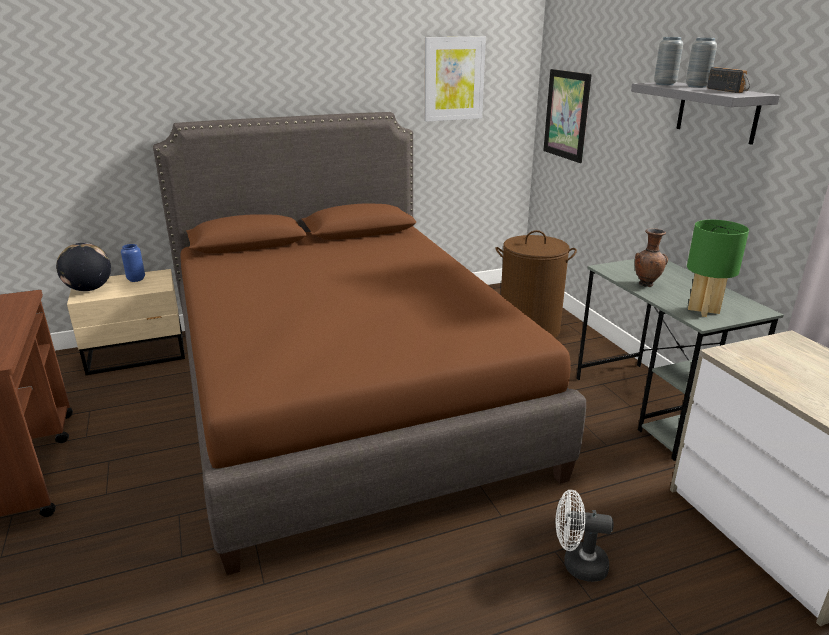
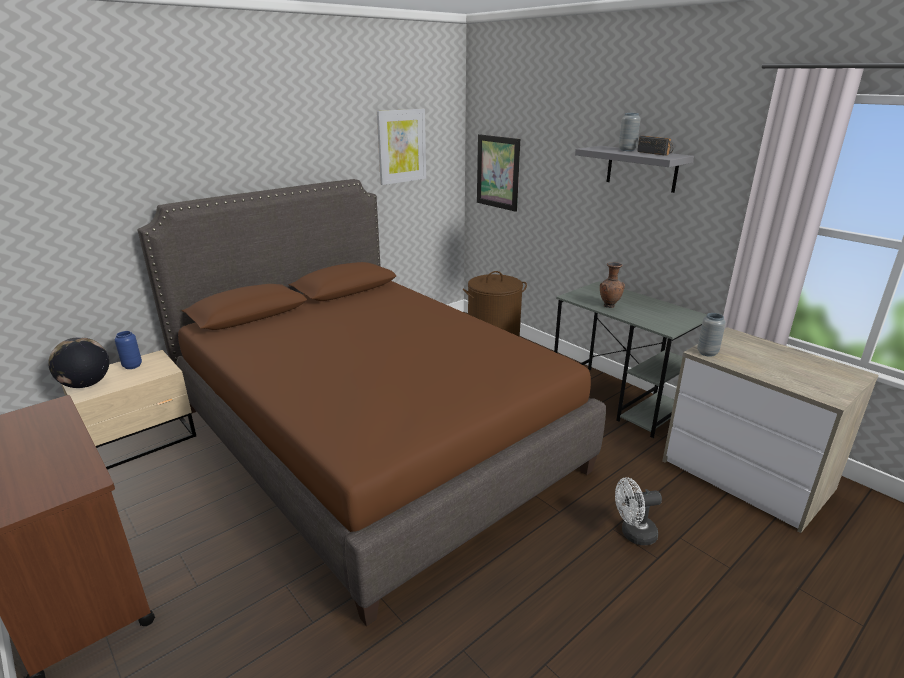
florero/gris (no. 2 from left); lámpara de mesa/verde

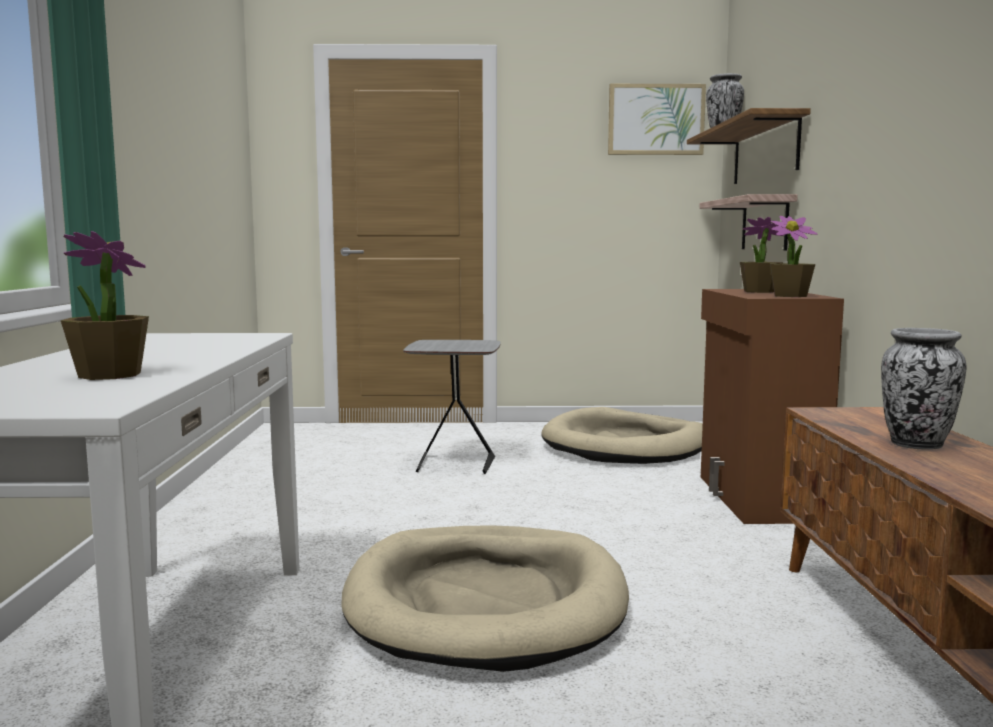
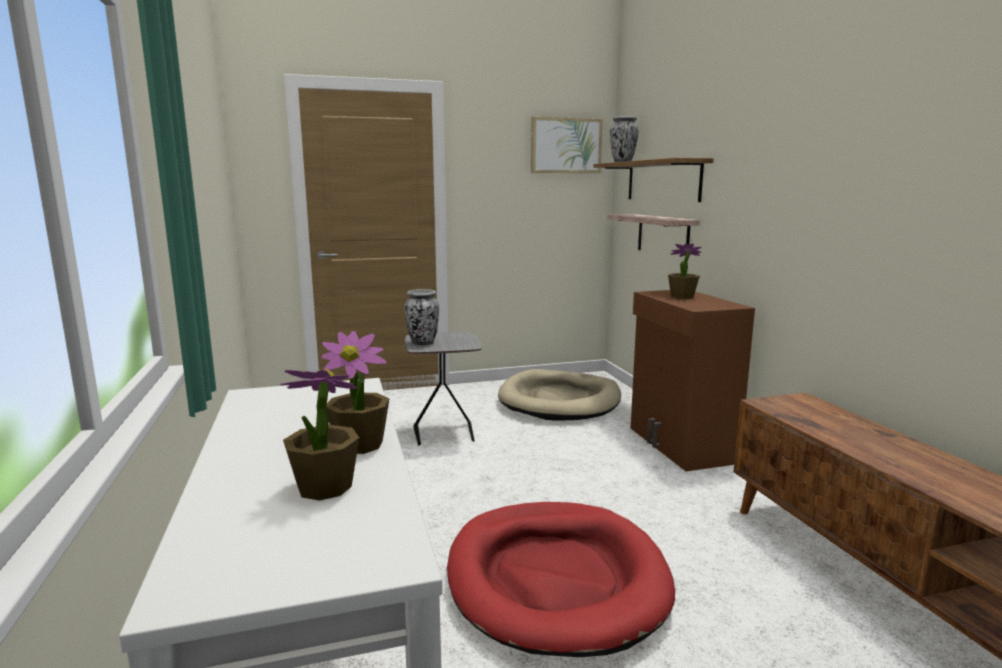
cama para perro/rojo; planta en maceta (no. 2 from left); florero (no. 1 from left)

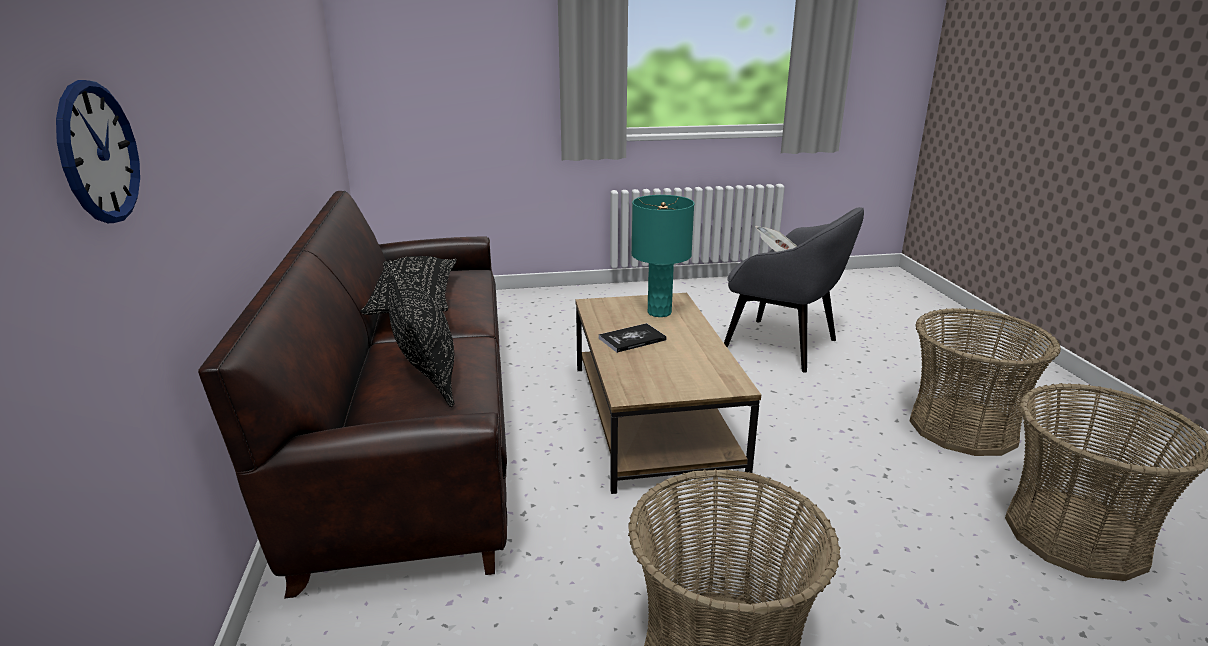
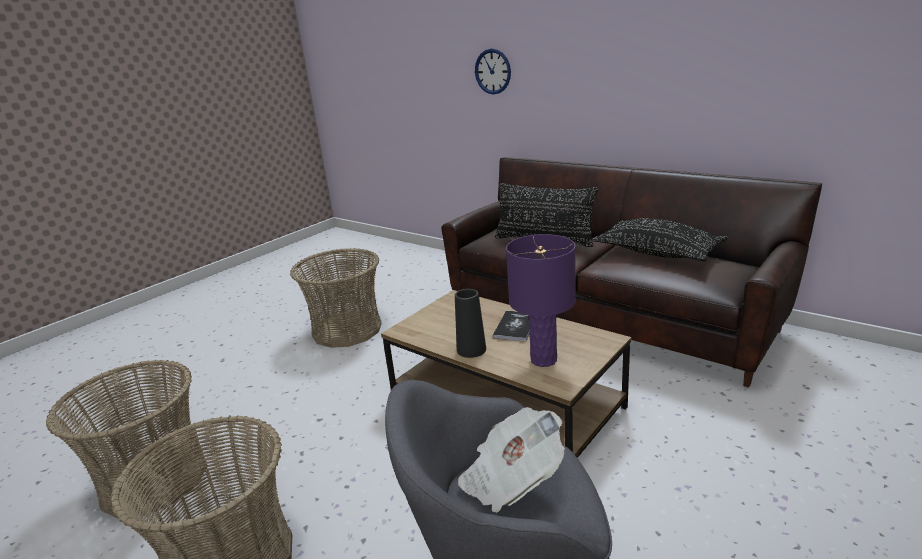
lámpara de mesa/morado; florero/negro

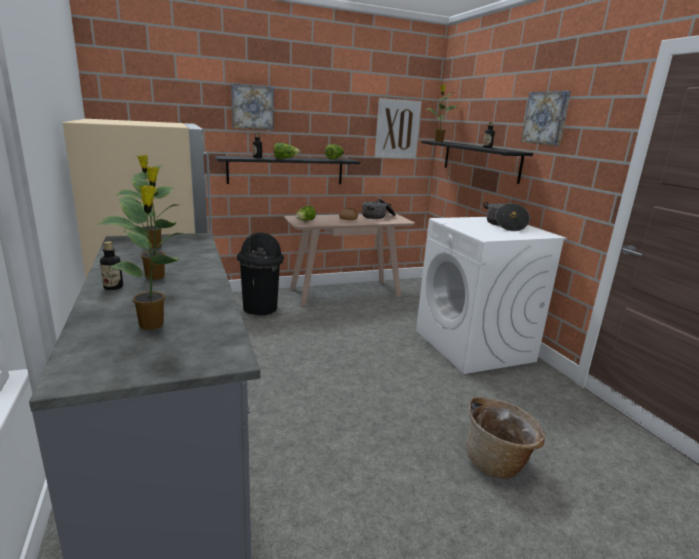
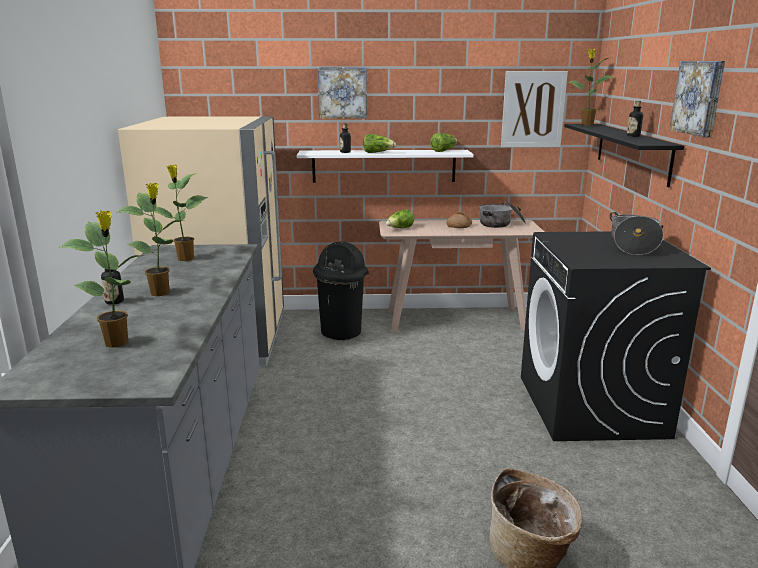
estante/blanco; lavadora/negro

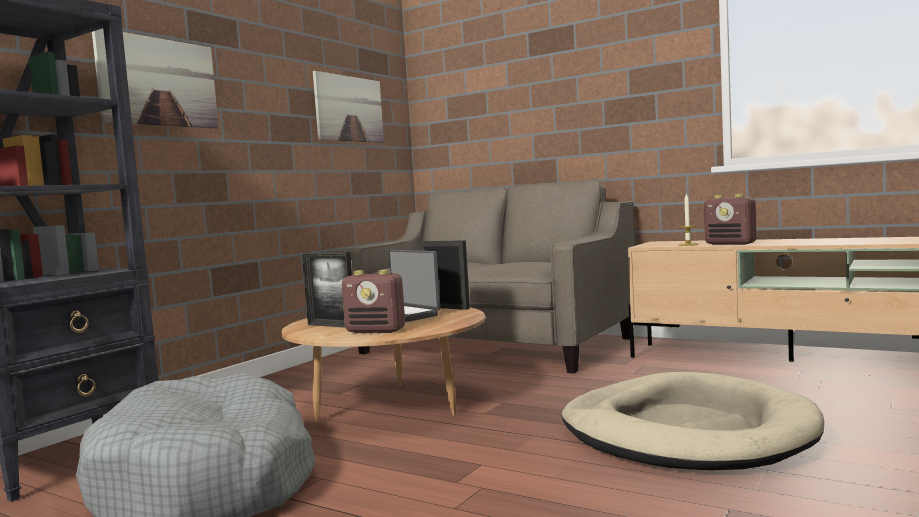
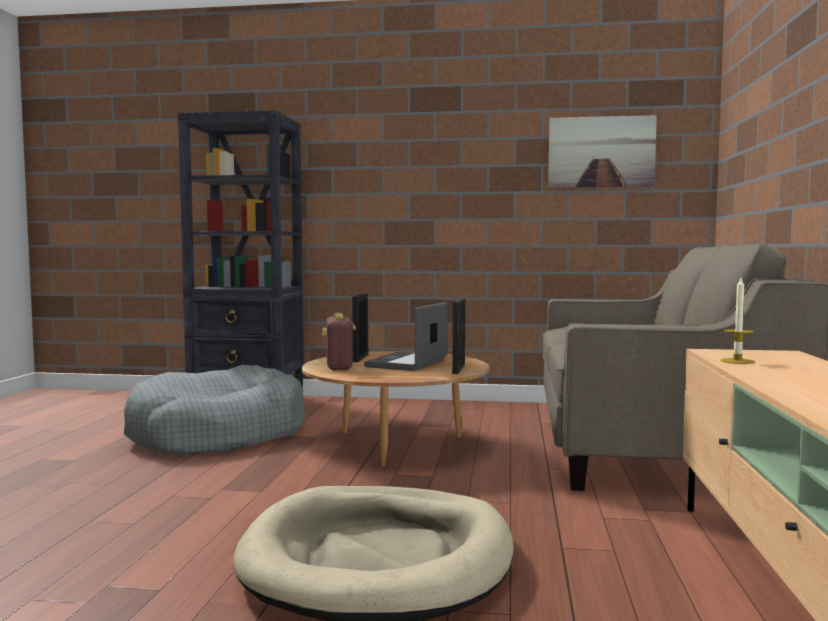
cuadro (no. 1 from left in the first image); radio (no. 2 from left in the first image)

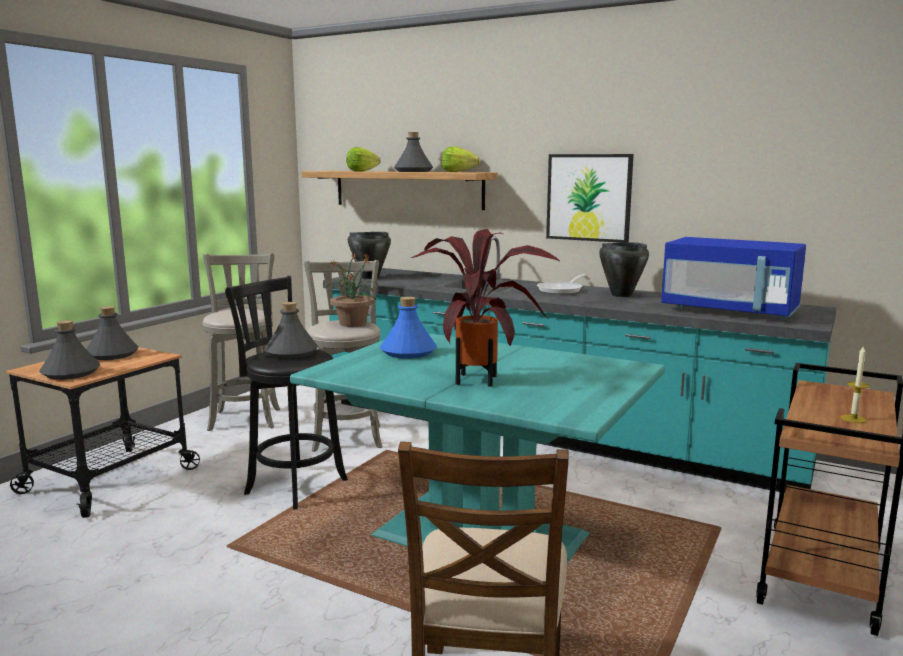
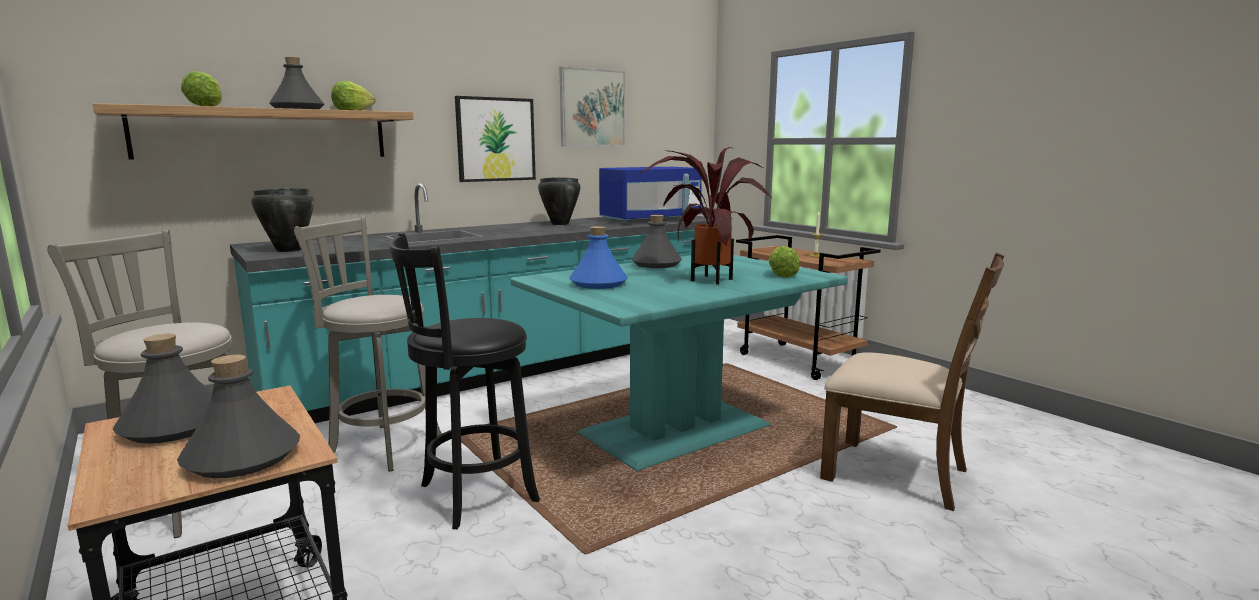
botella/gris (no. 4 from left); planta en maceta (no. 1 from left in the first image); sartén; cuadro (no. 2 from left); lechuga (no. 3 from left)

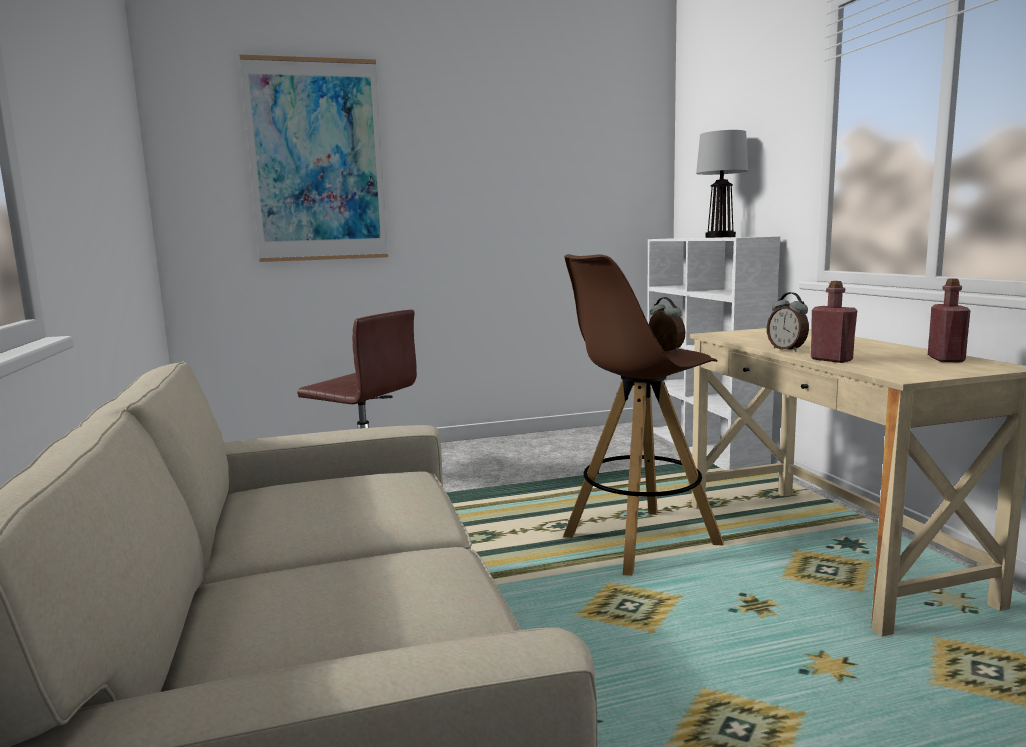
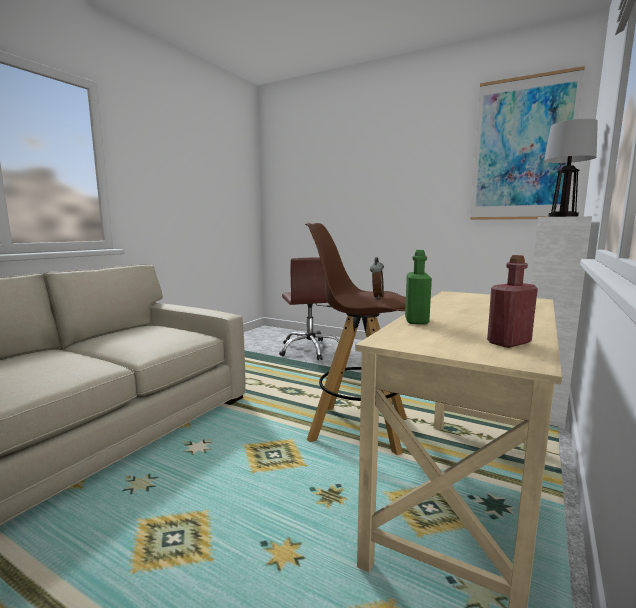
cuadro; despertador (no. 2 from left in the first image); botella/verde

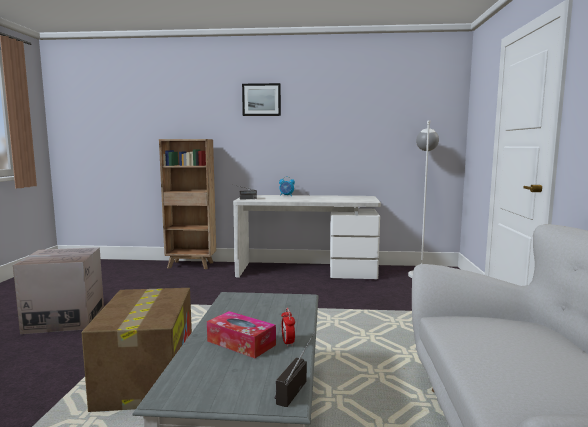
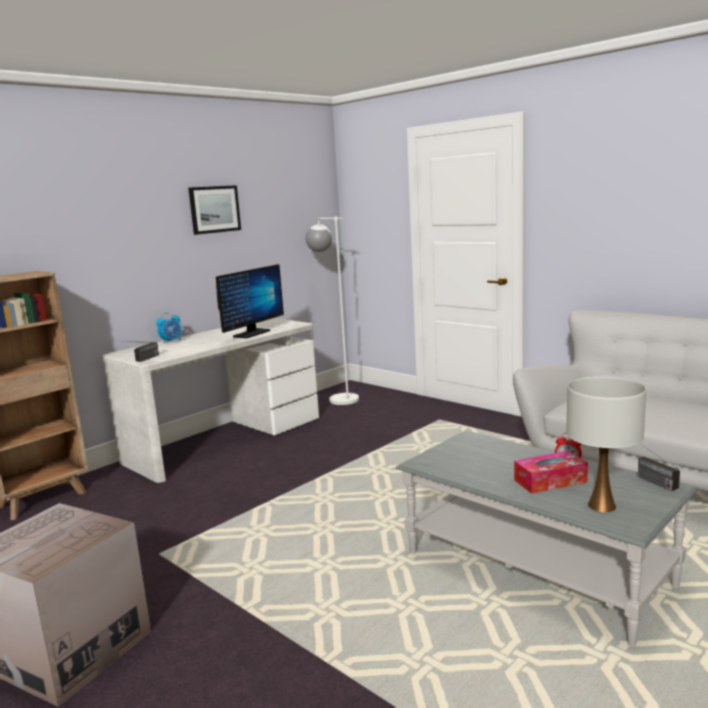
caja de cartón (no. 2 from left in the first image); cuadro; monitor; lámpara de mesa/blanco

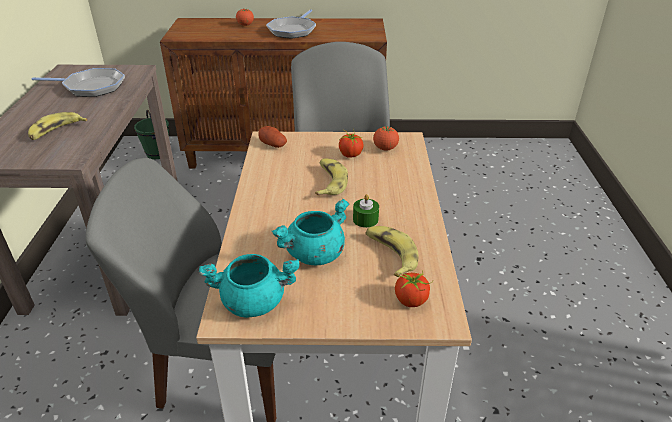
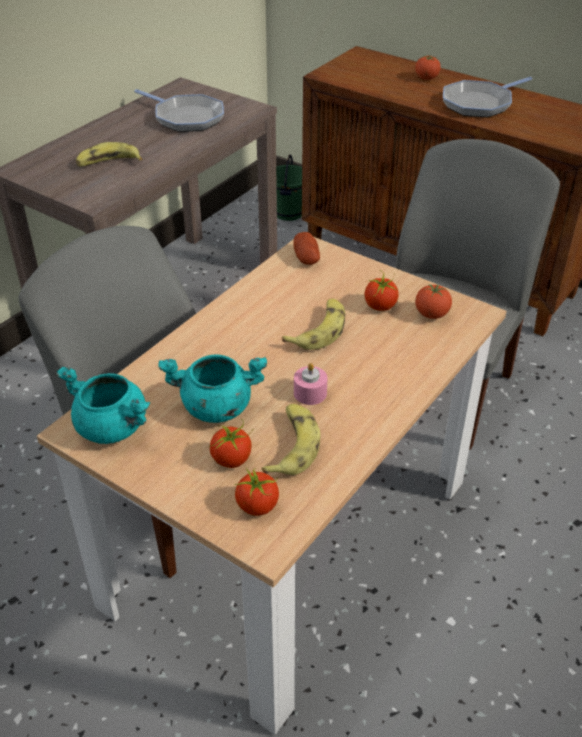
vela/rosa; tomate (no. 1 from left)

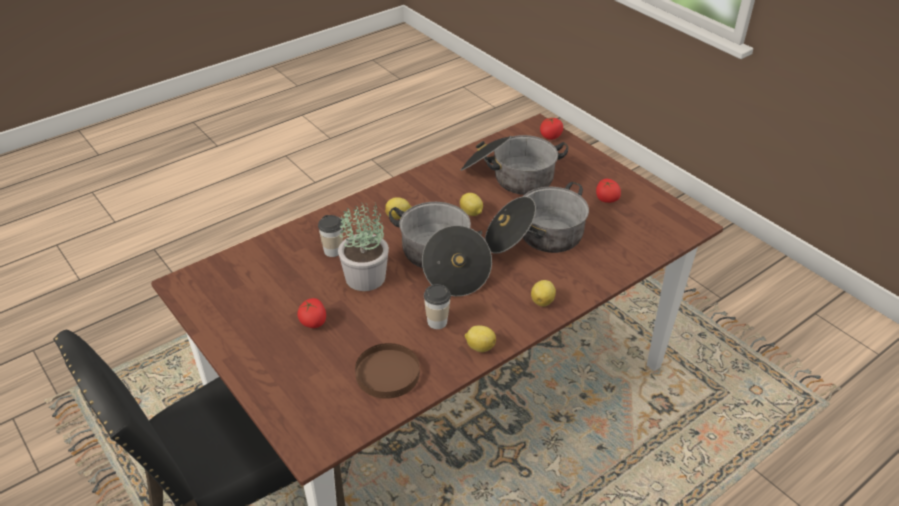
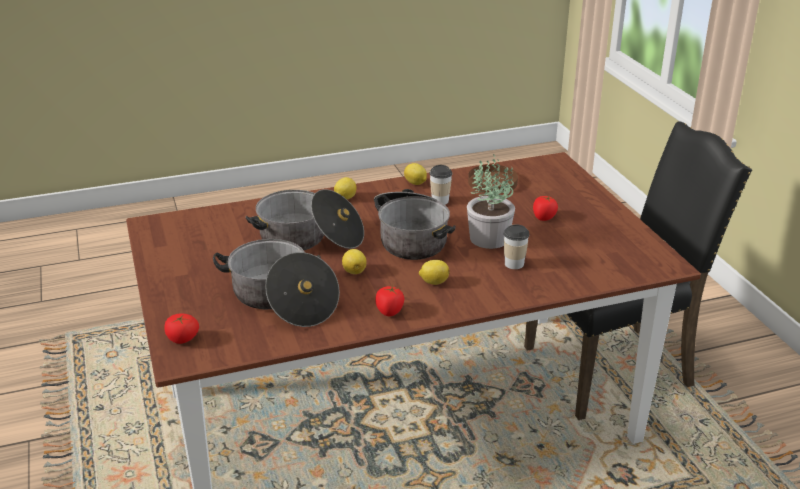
tomate (no. 2 from left)

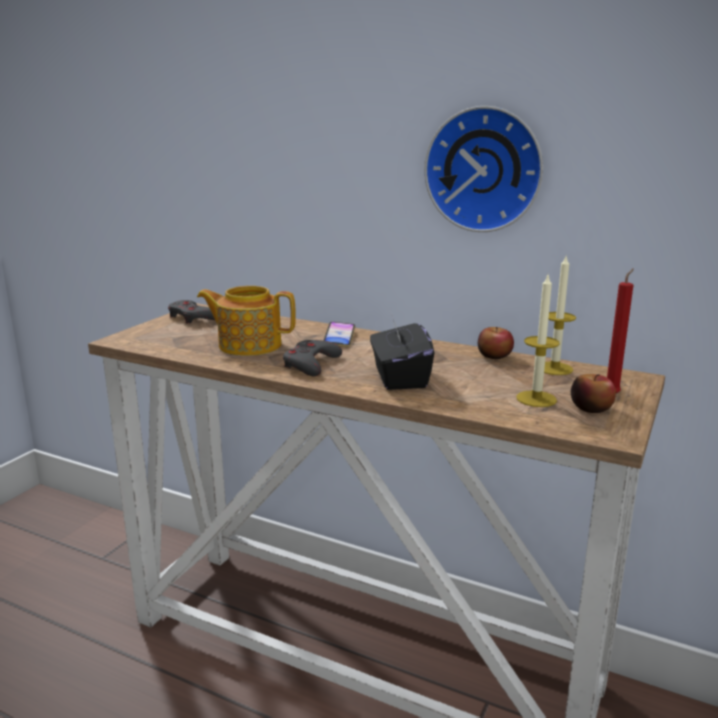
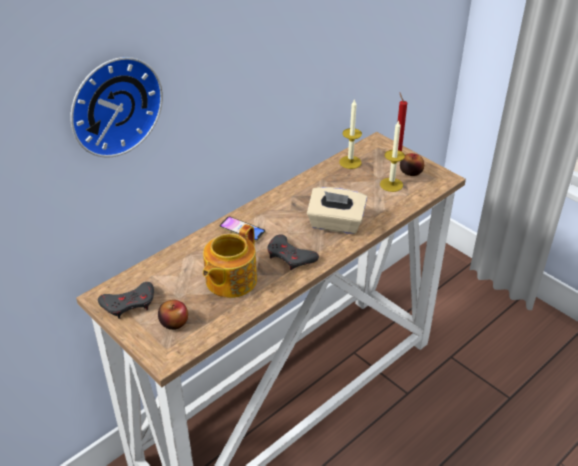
caja de pañuelos/beis; reloj de pared; manzana (no. 1 from left)

